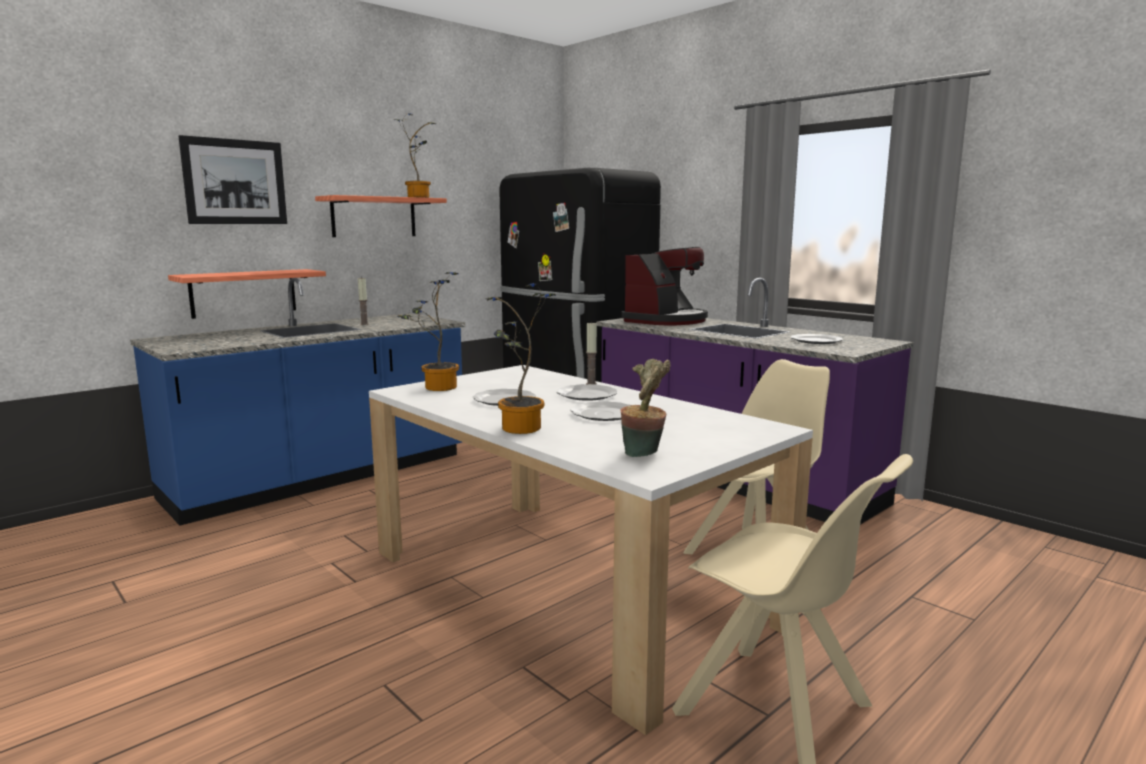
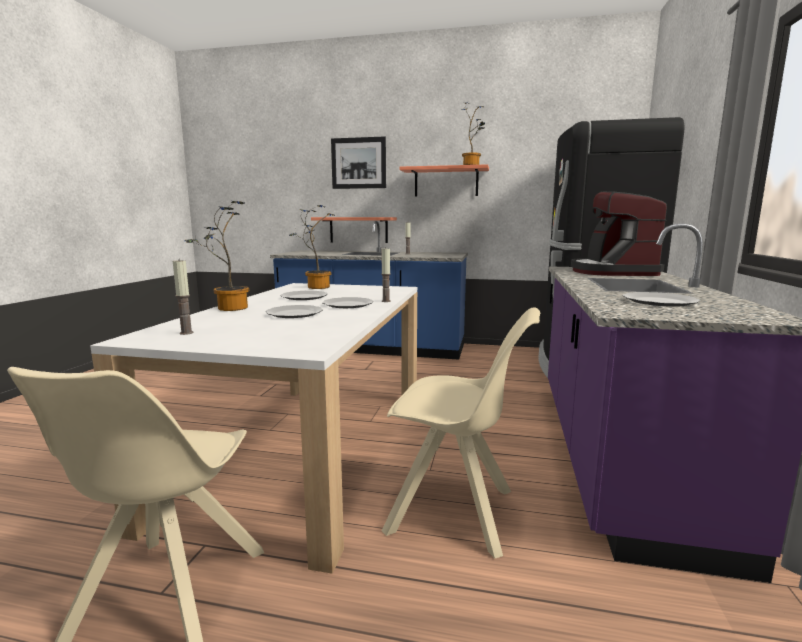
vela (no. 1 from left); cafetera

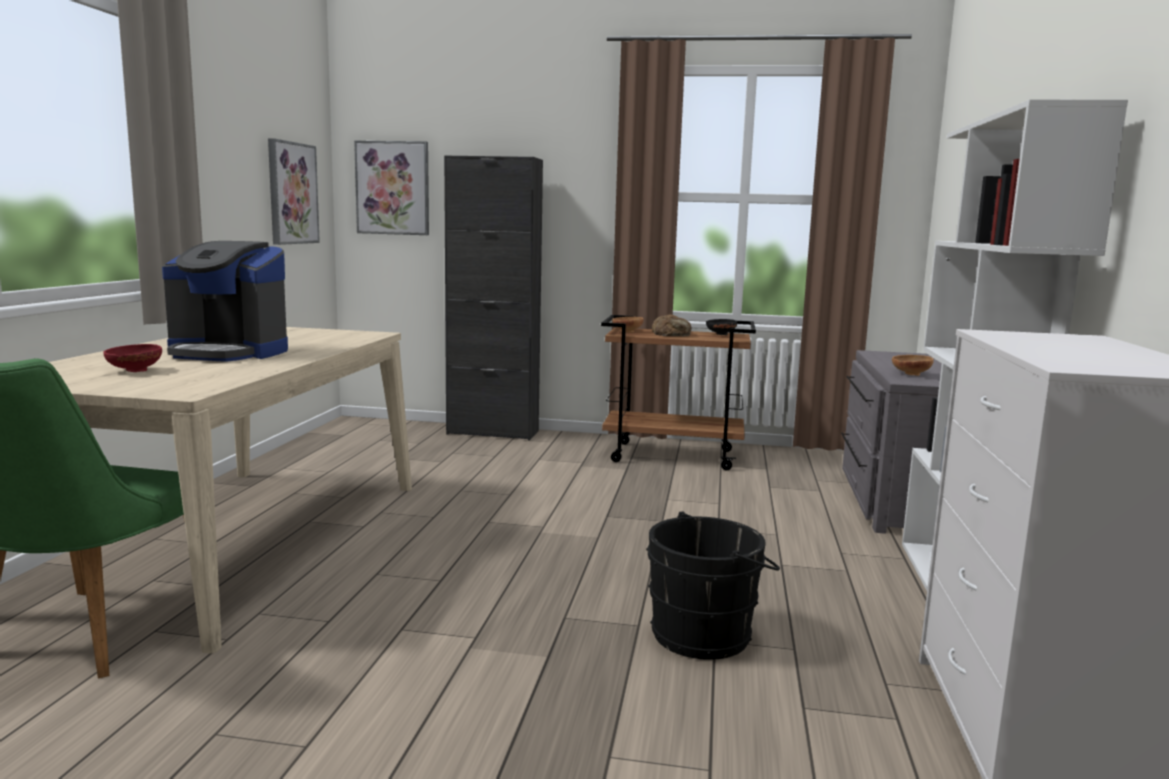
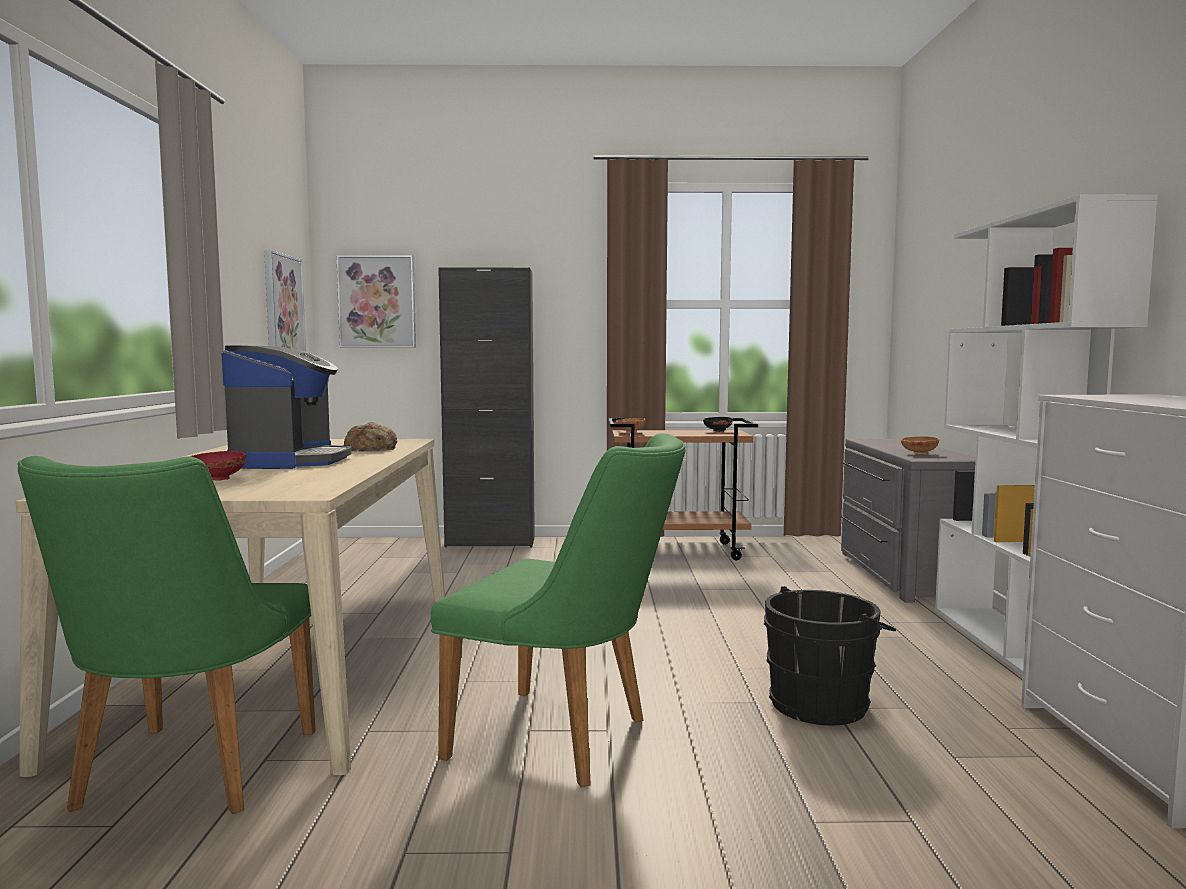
cafetera; pan; silla/verde (no. 2 from left)

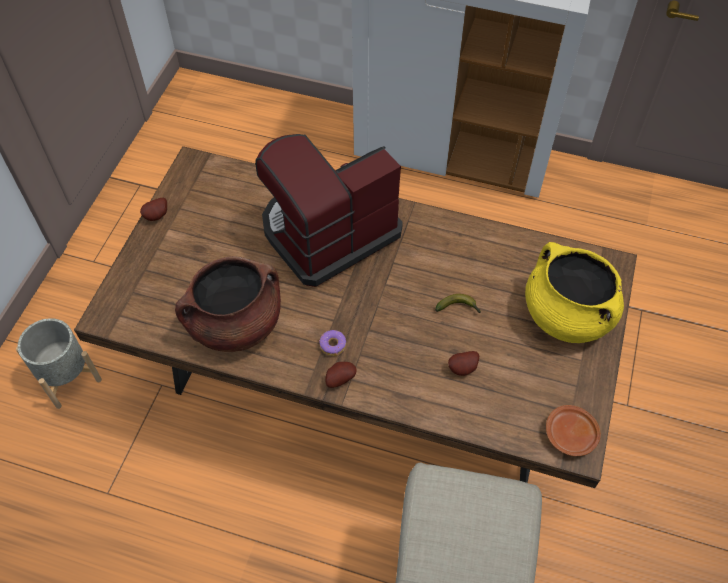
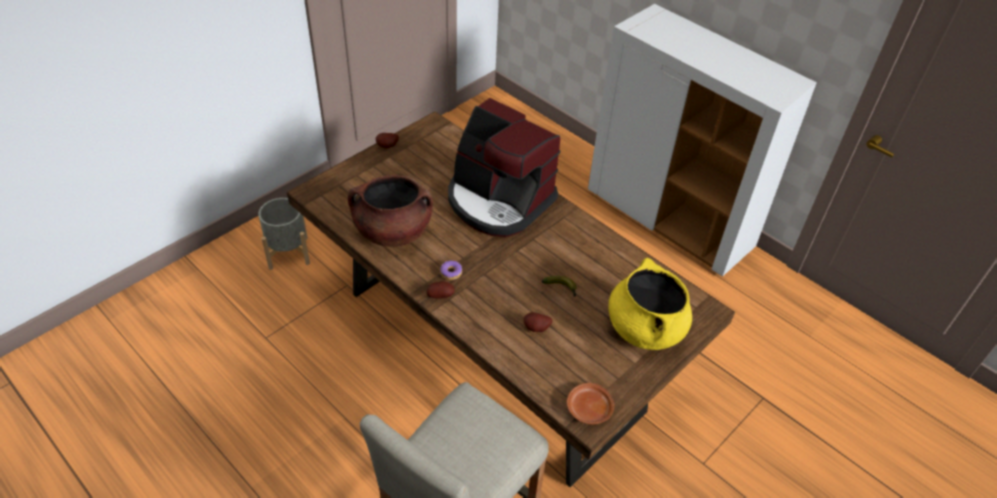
cafetera

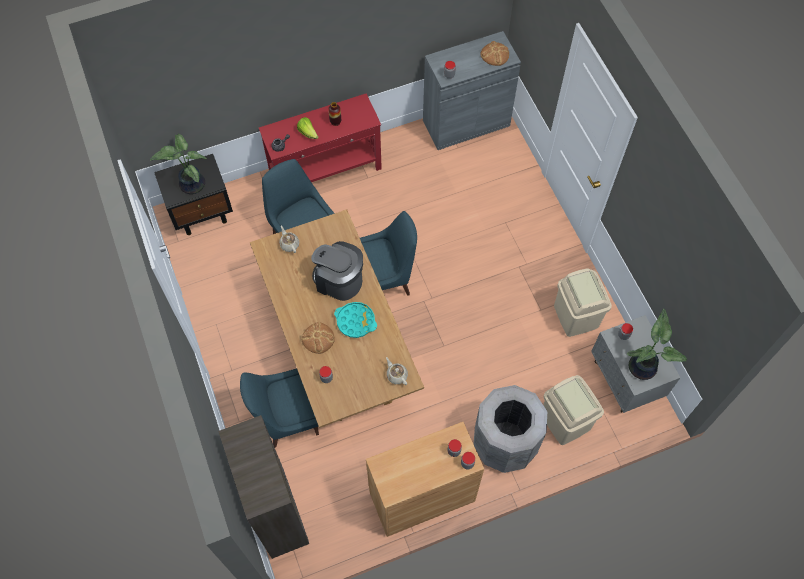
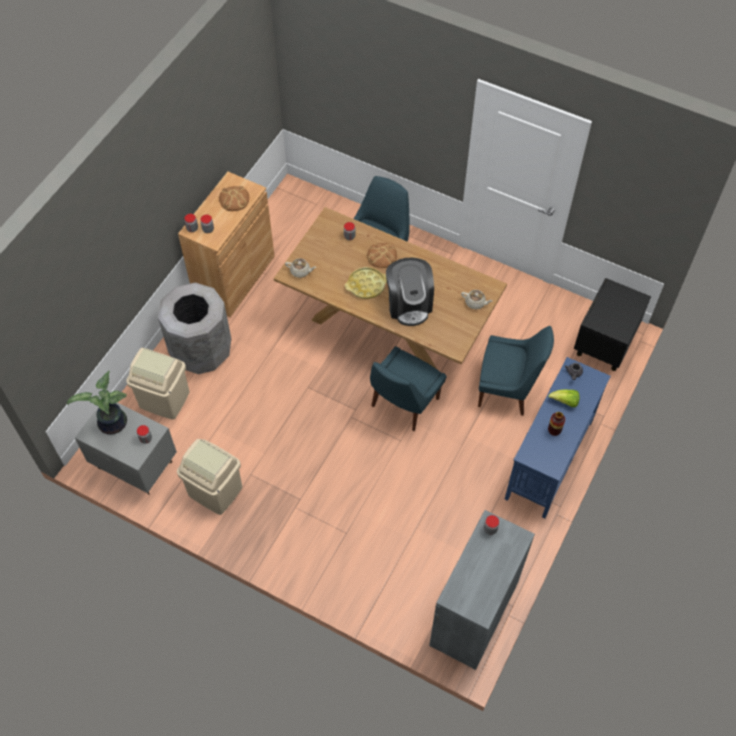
planta en maceta (no. 1 from left in the first image); estantería/marrón; mesa consola/azul; cafetera; bandeja/amarillo; pan (no. 1 from left)

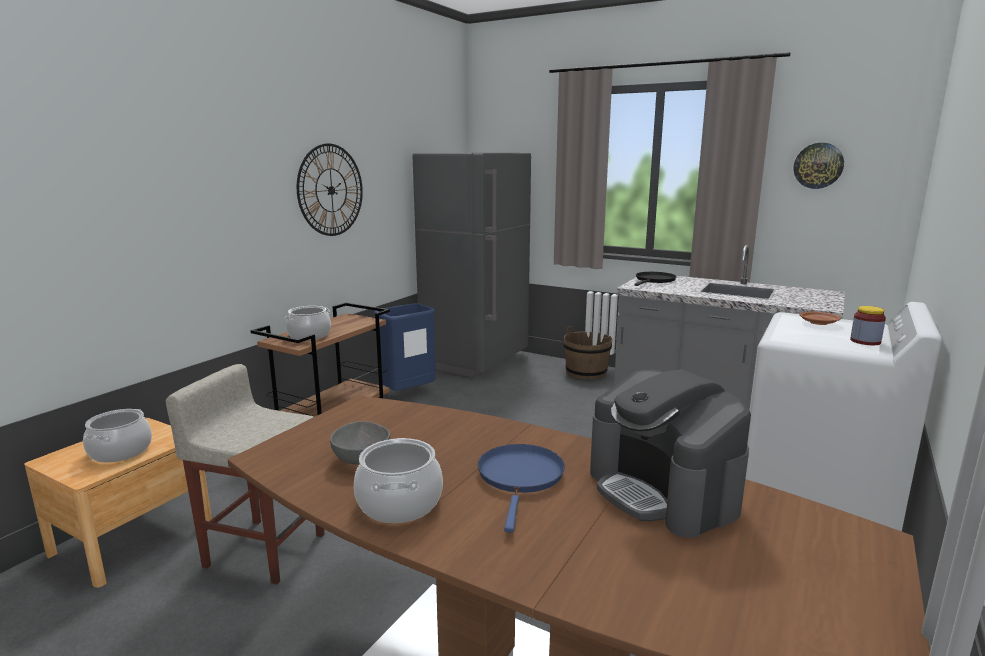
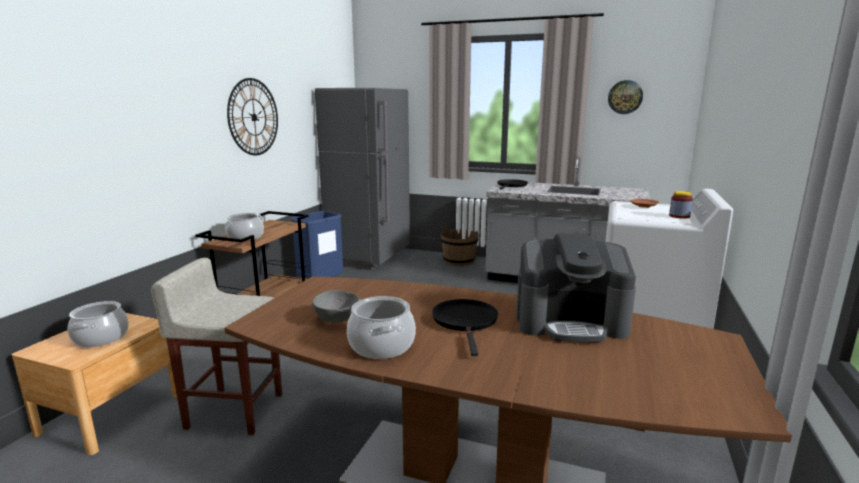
sartén/negro (no. 1 from left); cafetera

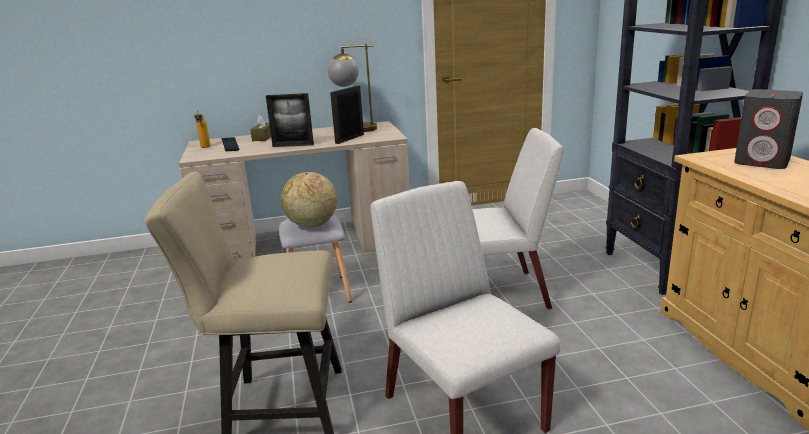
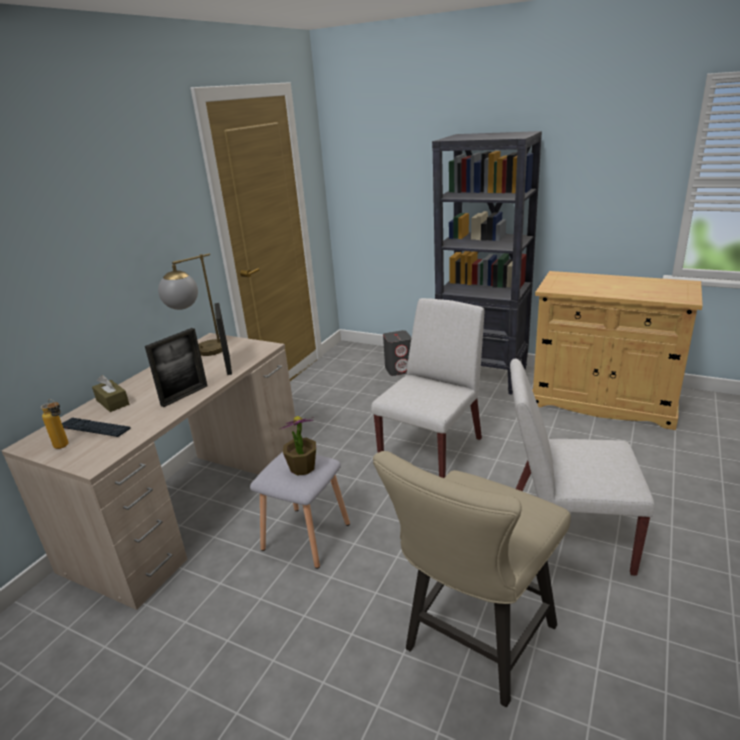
planta en maceta; altavoz/gris

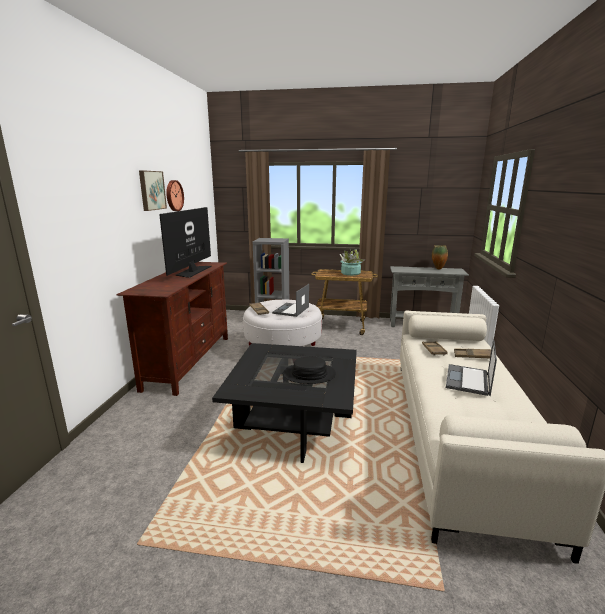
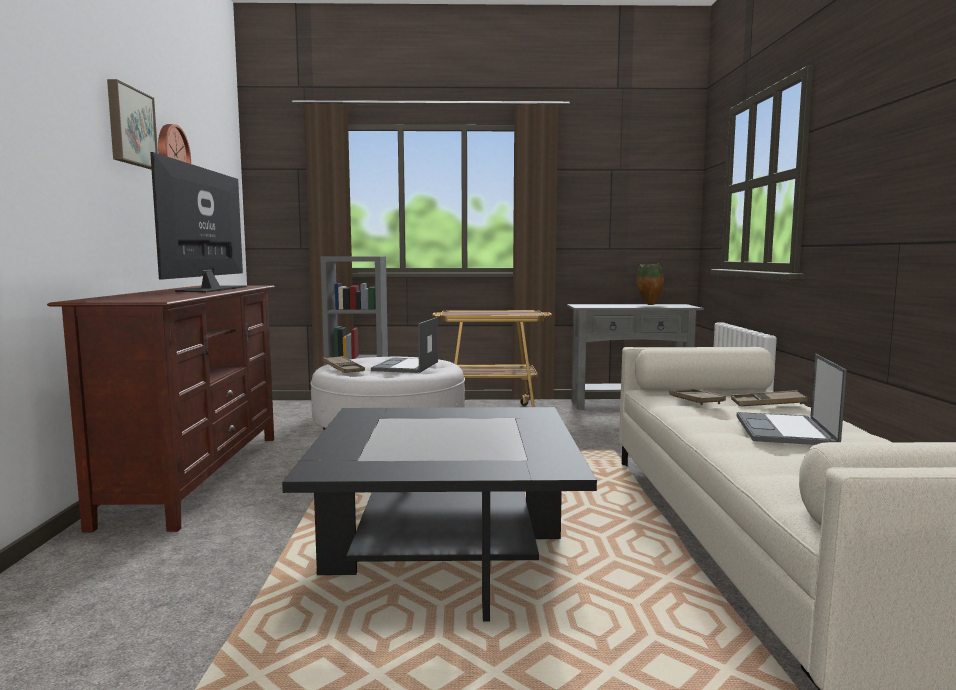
sombrero/negro; planta en maceta

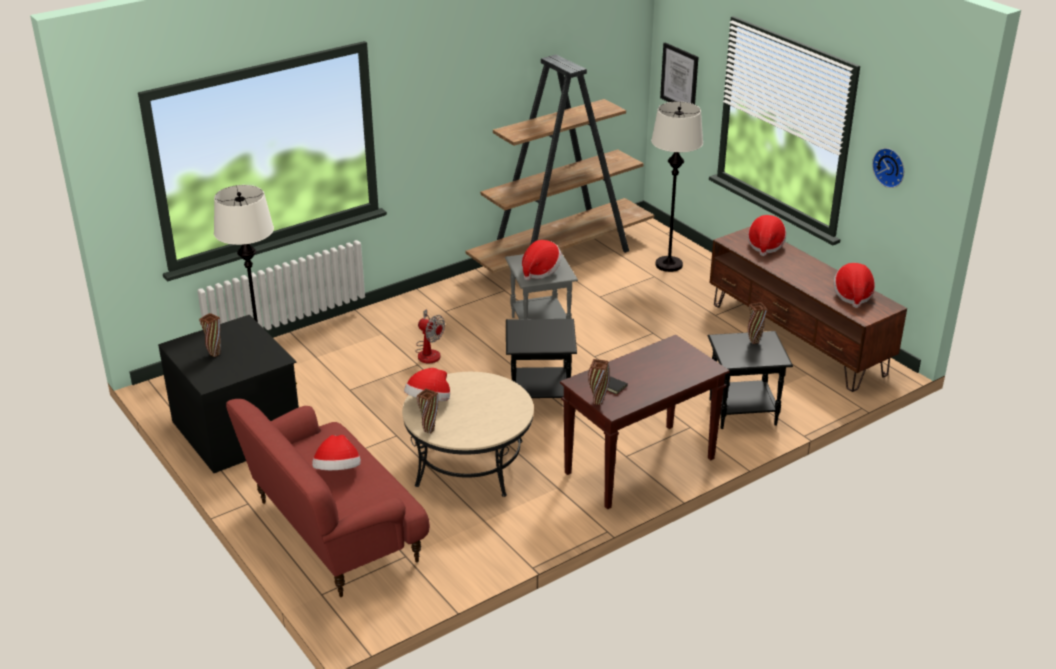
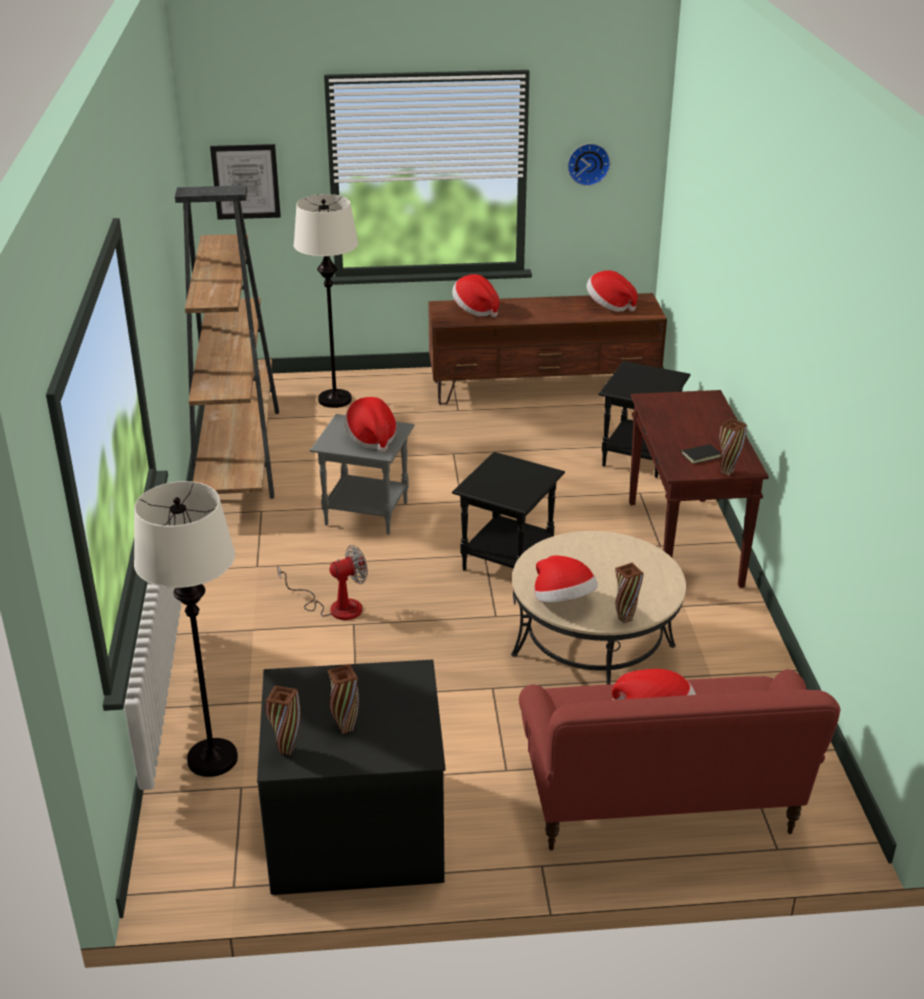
florero/marrón (no. 1 from left)

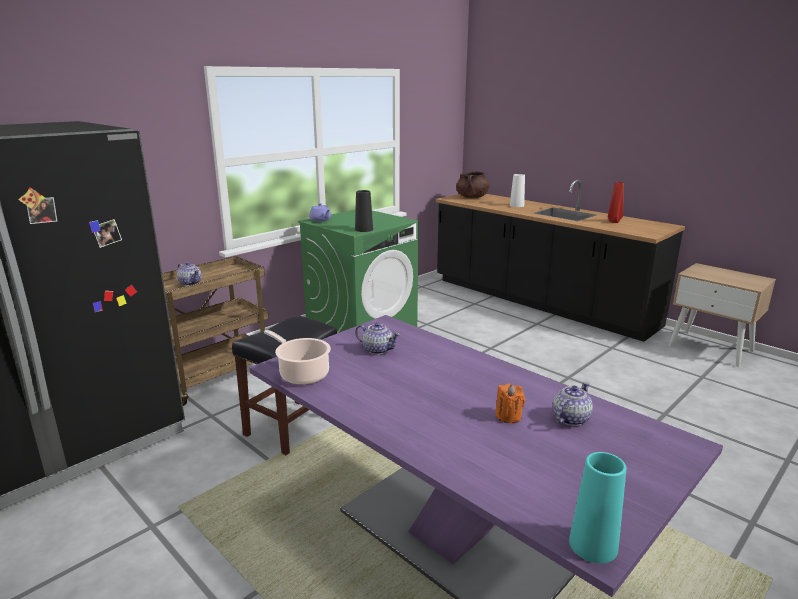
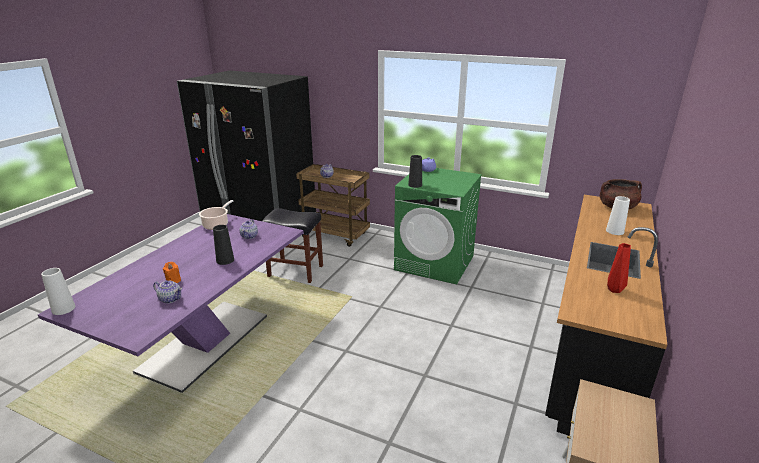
florero/blanco (no. 1 from left); florero/negro (no. 1 from left)

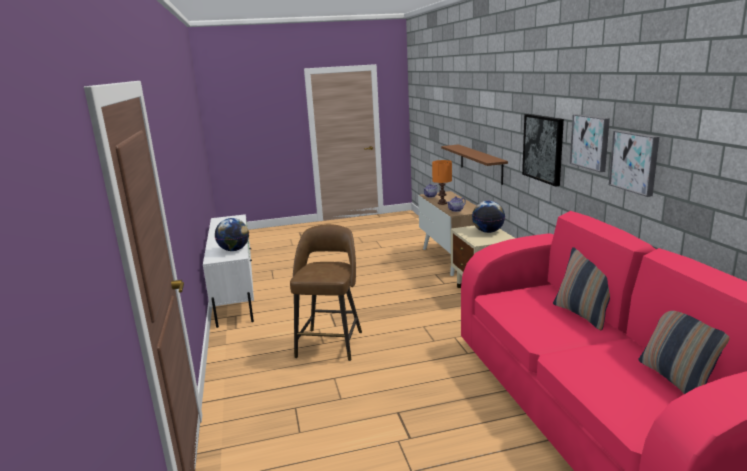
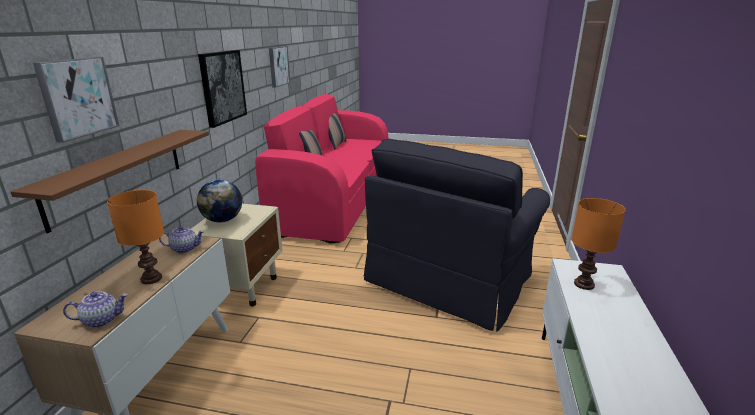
lámpara de mesa/naranja (no. 2 from left); sillón/negro; cuadro (no. 1 from left)

